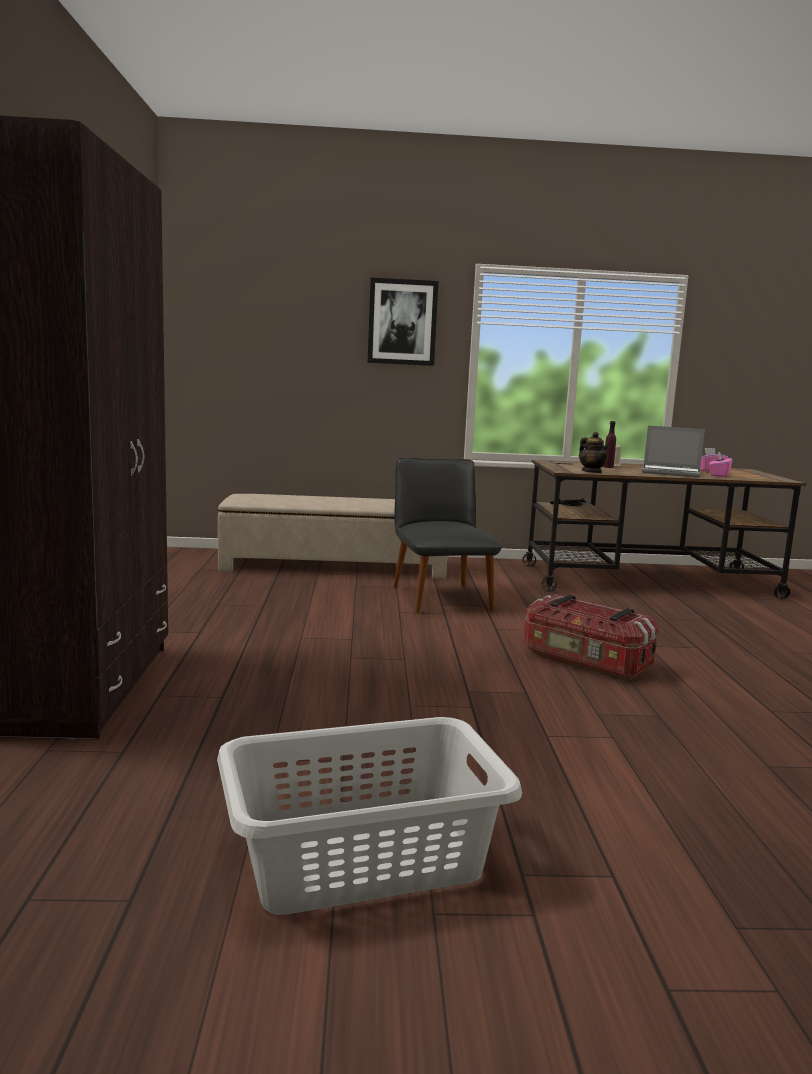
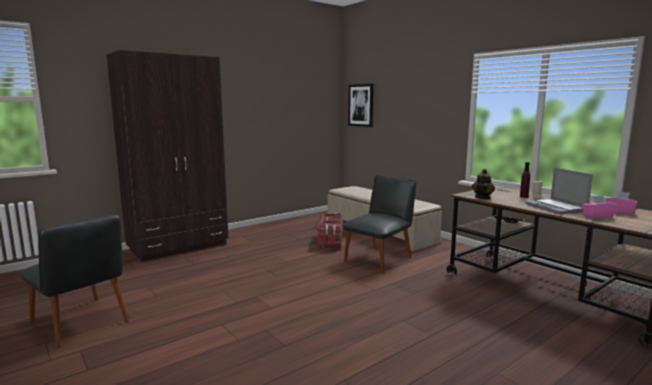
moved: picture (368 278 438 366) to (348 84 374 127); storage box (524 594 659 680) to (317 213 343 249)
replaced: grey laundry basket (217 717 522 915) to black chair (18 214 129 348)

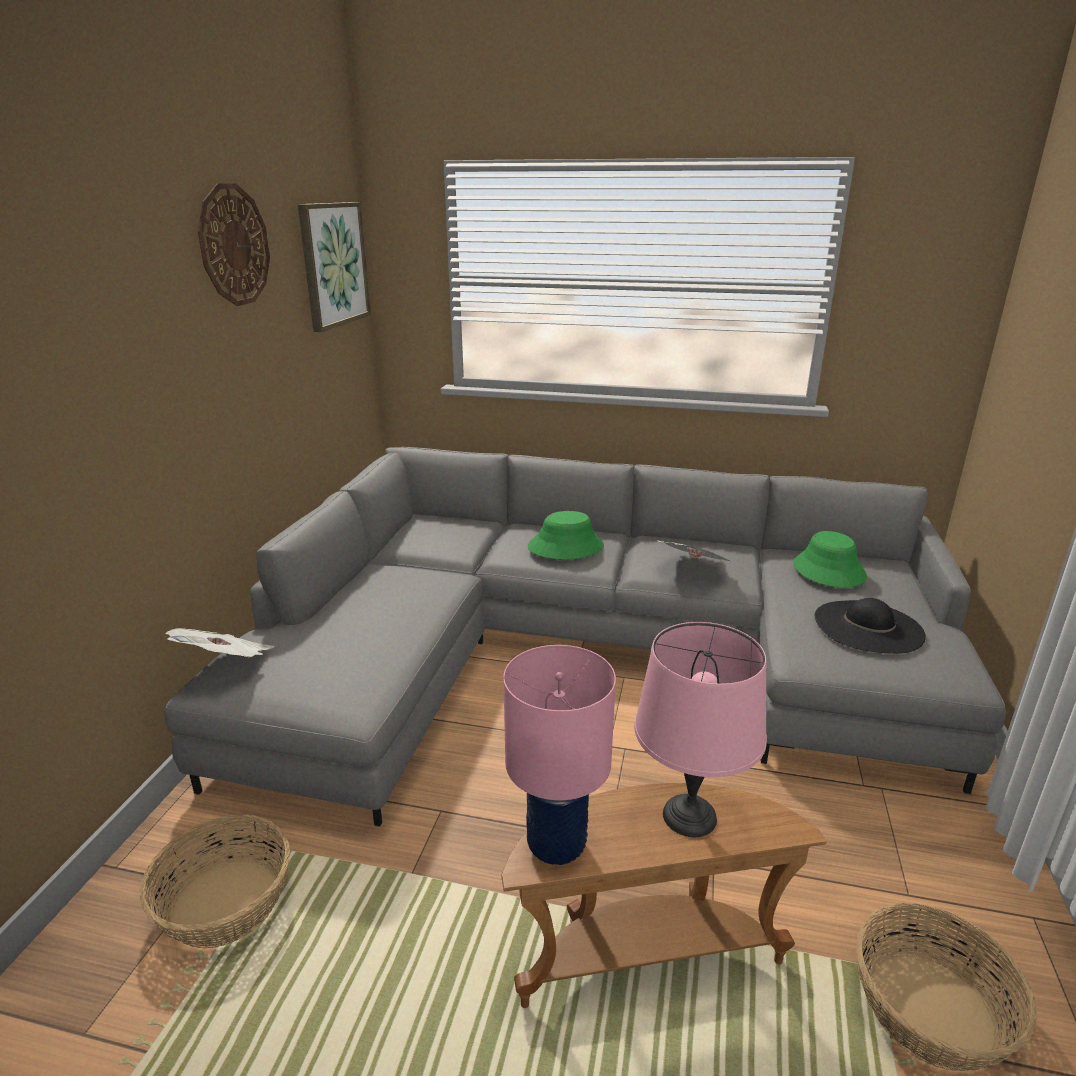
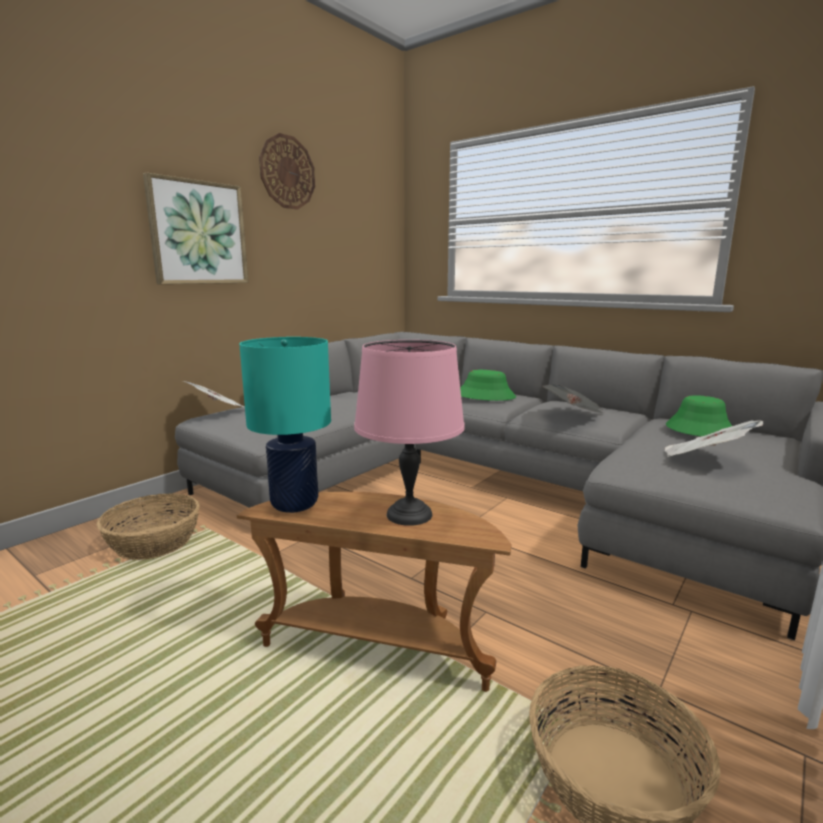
moved: picture (298 202 371 332) to (143 173 248 284)
replaced: black hat (815 598 926 654) to newspaper (665 420 763 457)
recoloured: pink table lamp (503 645 616 865) to turquoise table lamp (239 337 331 513)

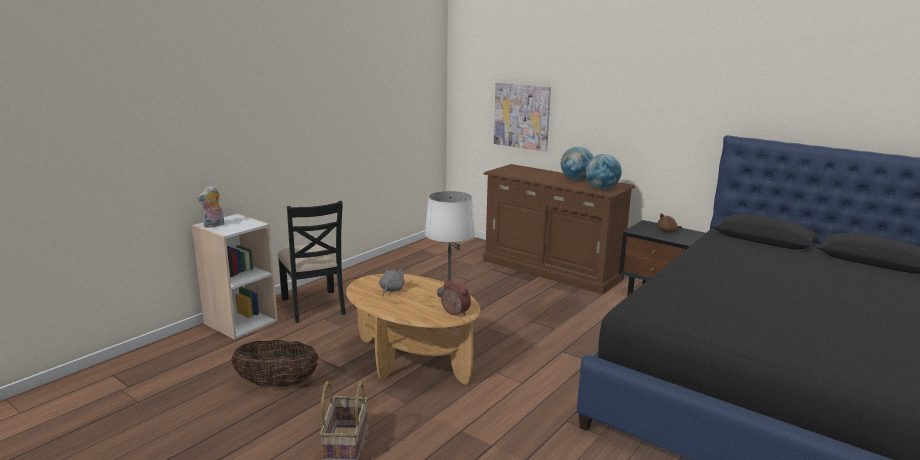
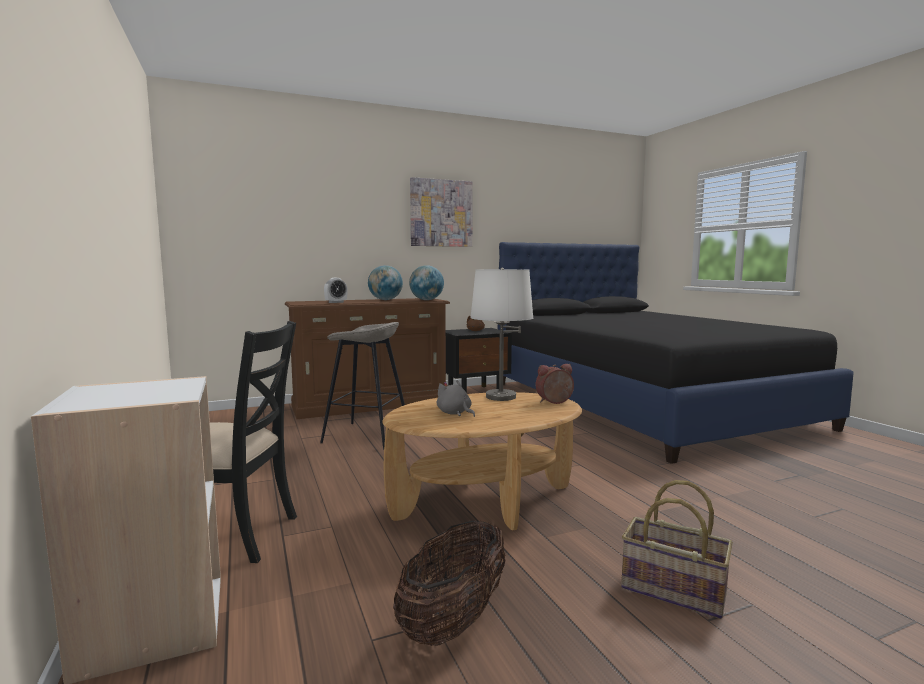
removed: plush toy (197 185 224 228)
added: grey stool (320 322 405 449); alarm clock (324 278 348 303)
moved: picture (494 83 551 152) to (410 177 473 247)

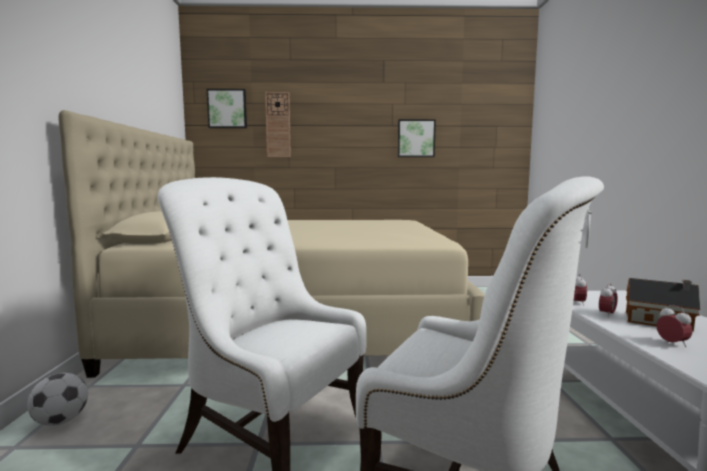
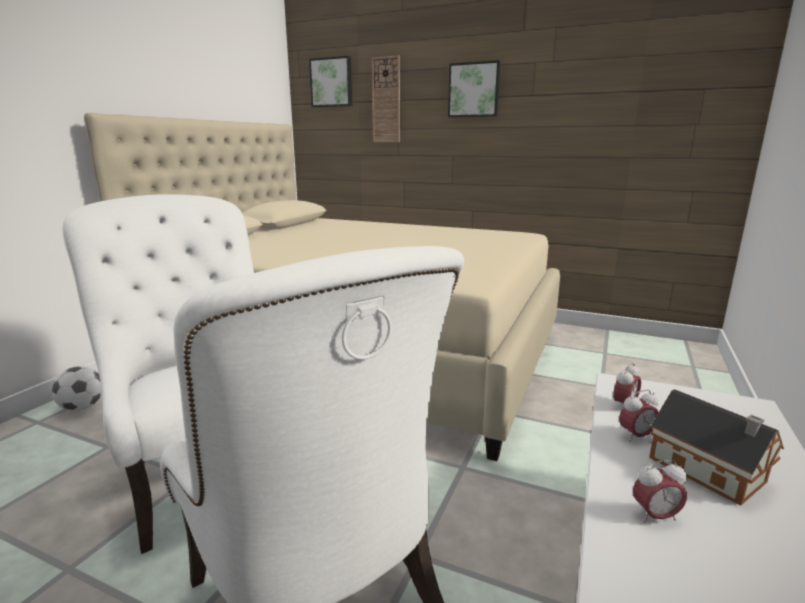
moved: picture (398 119 436 157) to (448 60 501 117)
turned: alarm clock (656 305 693 347) = (633 460 687 523) 75 degrees clockwise

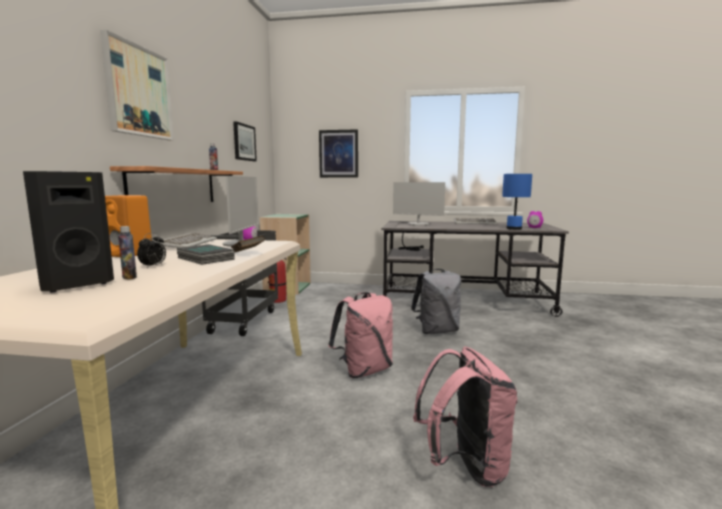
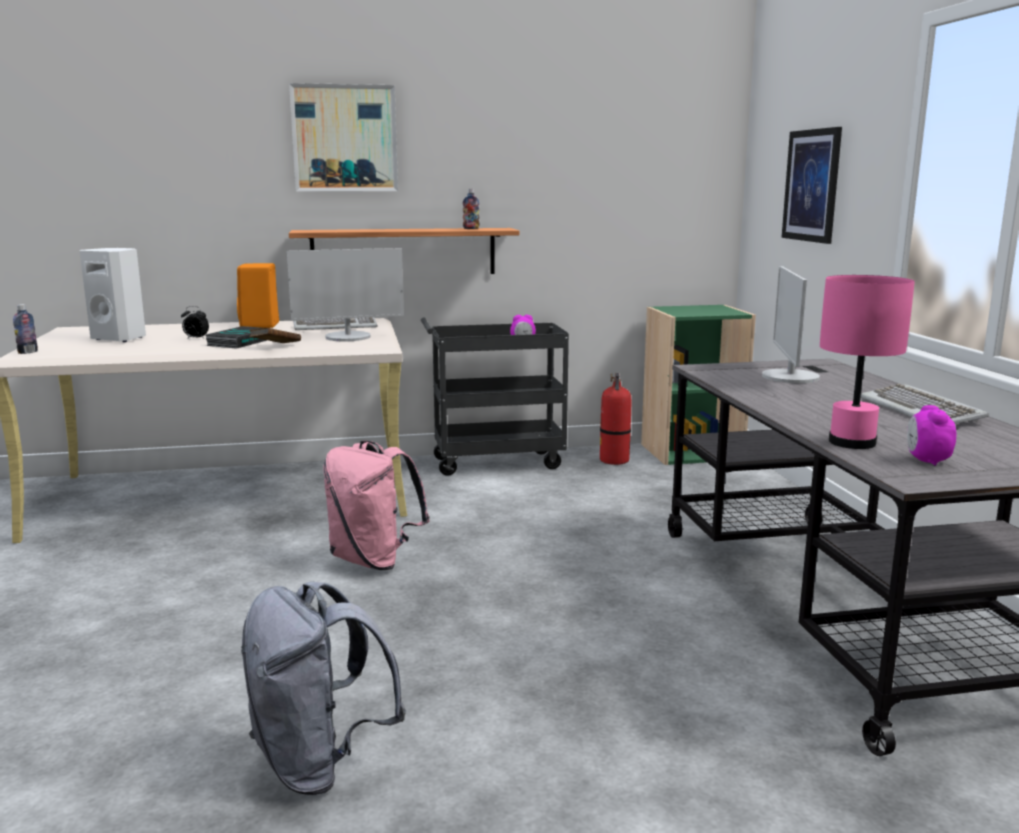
removed: picture (233 121 257 161); pink backpack (413 346 518 487)
moved: bottle (118 226 137 280) to (13 304 38 354); grey backpack (411 269 461 334) to (241 582 406 795)
recoloured: black speaker (23 171 114 293) to white speaker (80 248 146 342); blue table lamp (502 174 532 230) to pink table lamp (820 275 915 449)

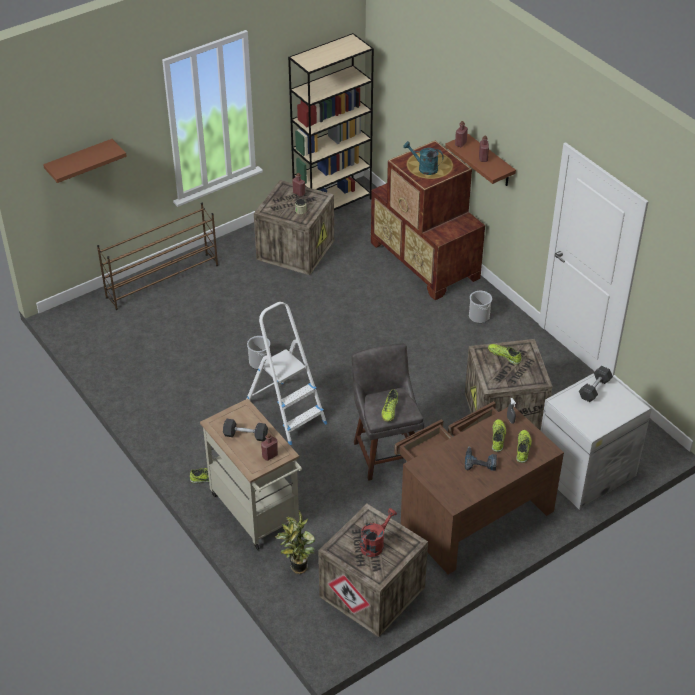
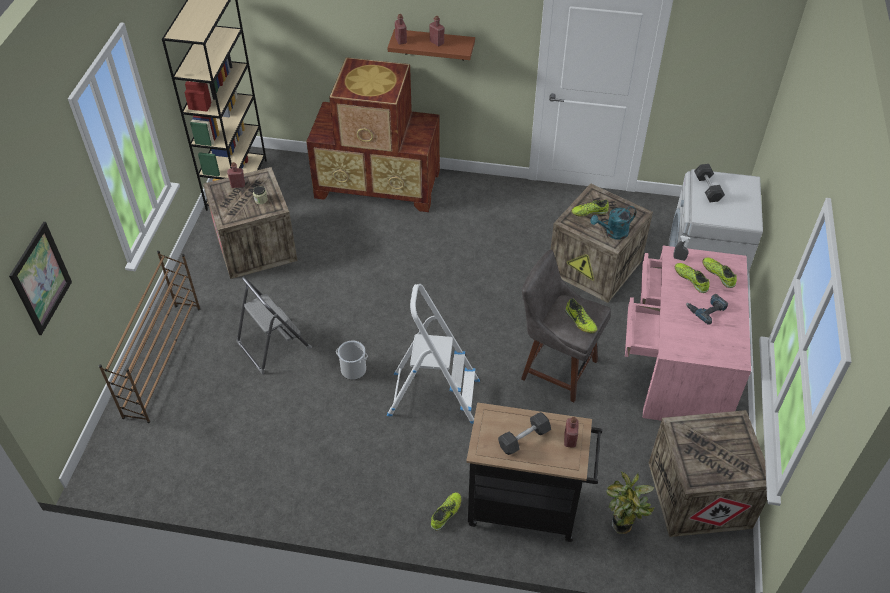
removed: red watering can (360 508 397 557); bucket (469 291 492 323)
added: grey step ladder (236 276 312 374)
moved: turquoise watering can (403 141 444 175) to (590 206 636 240)
replaced: brown shelf (43 139 127 183) to picture (9 222 72 335)
recoloured: beige cart (200 399 302 550) to black cart (466 402 602 542); brown desk (394 401 564 574) to pink desk (625 246 751 421)

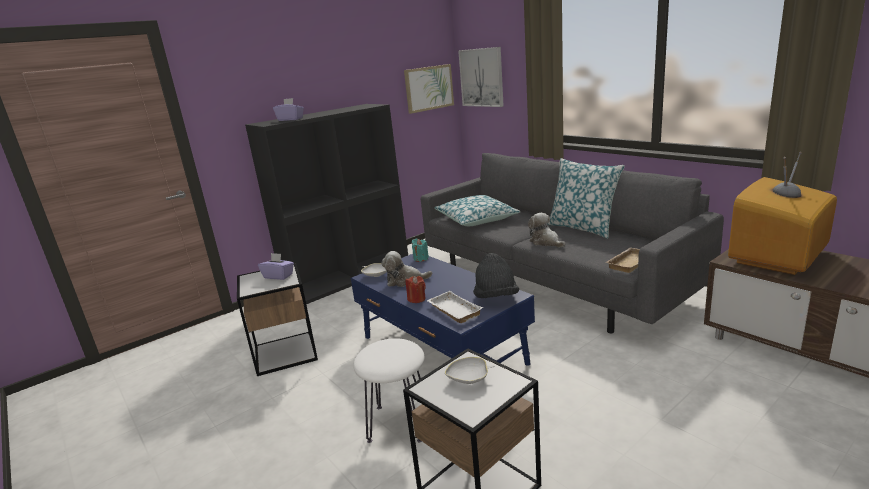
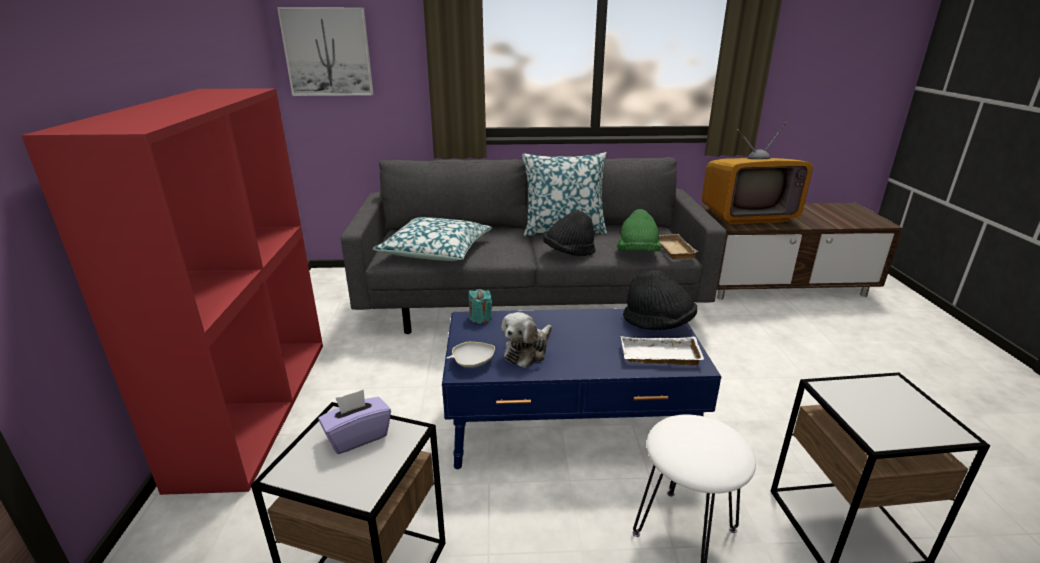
removed: purple tissue box (273 98 304 121); picture (404 64 454 114); red candle (406 276 426 303); white bowl (445 357 494 384)
added: green hat (617 209 662 251)
replaced: plush toy (528 213 565 247) to black hat (543 210 595 256)
recoloured: black bookcase (245 104 408 304) to red bookcase (21 88 323 495)
turned: television (728 152 837 275) = (702 122 813 224) 90 degrees counterclockwise

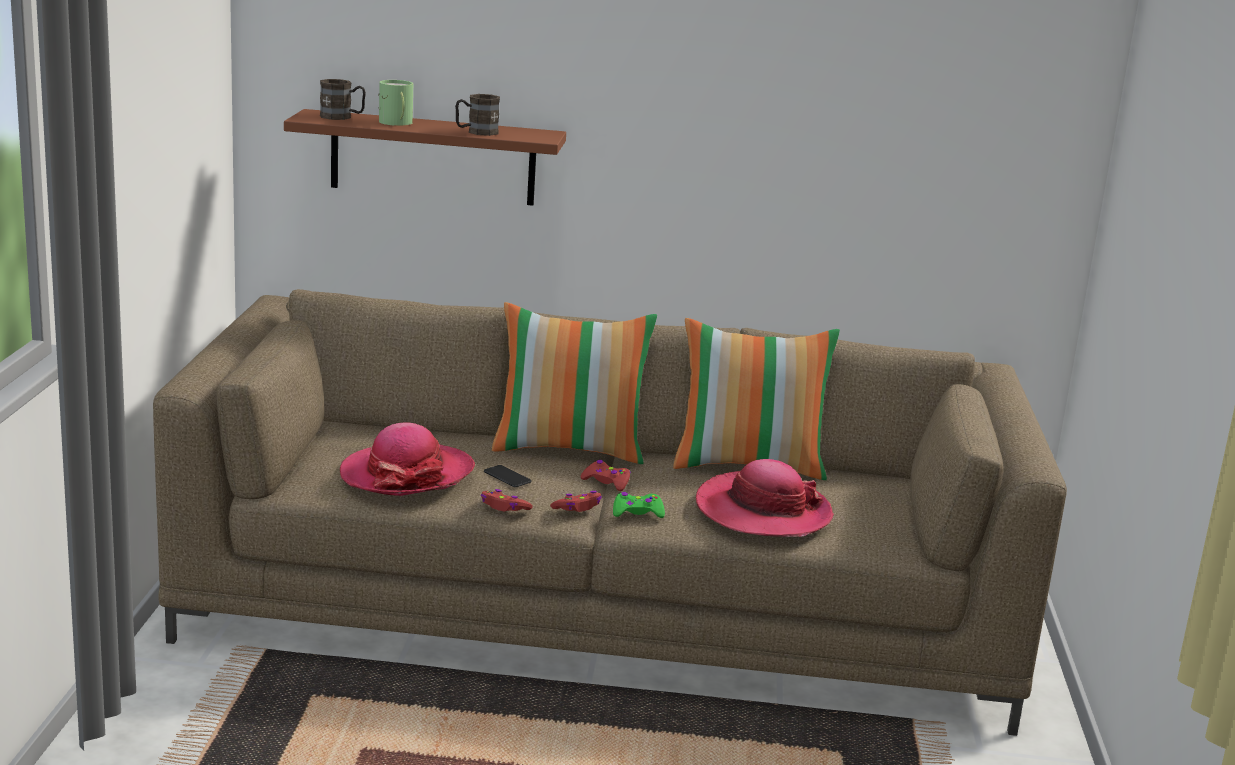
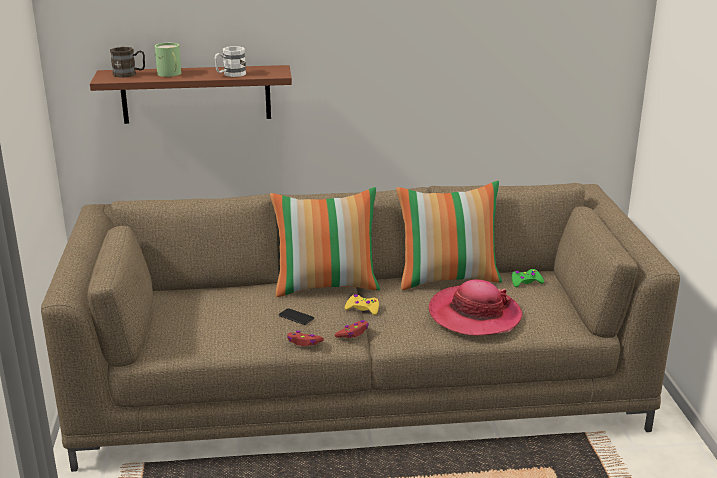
removed: hat (340 423 475 496)
moved: green game controller (613 492 665 518) to (512 269 544 287)
recoloured: brown mug (455 94 500 136) to white mug (214 46 246 77); red game controller (581 460 631 491) to yellow game controller (345 294 379 315)

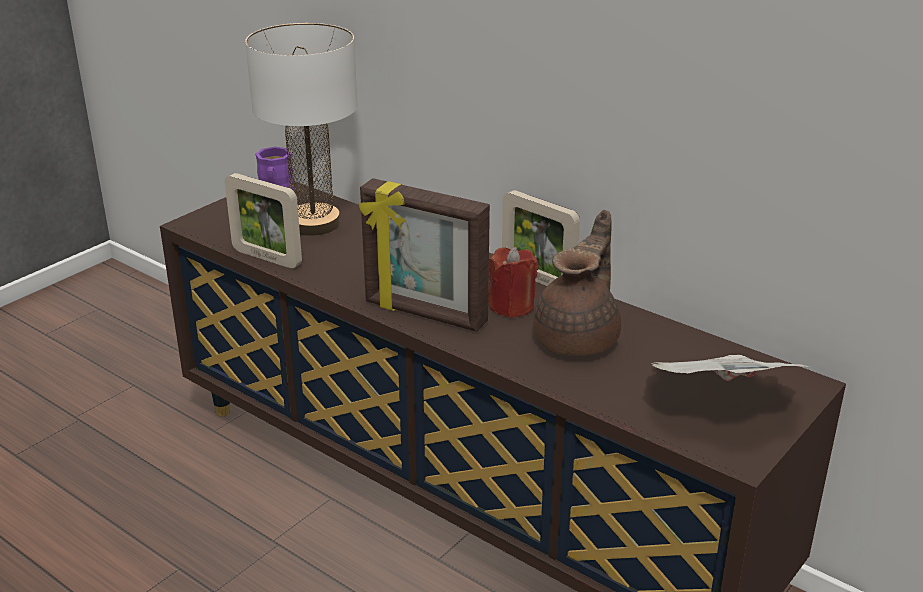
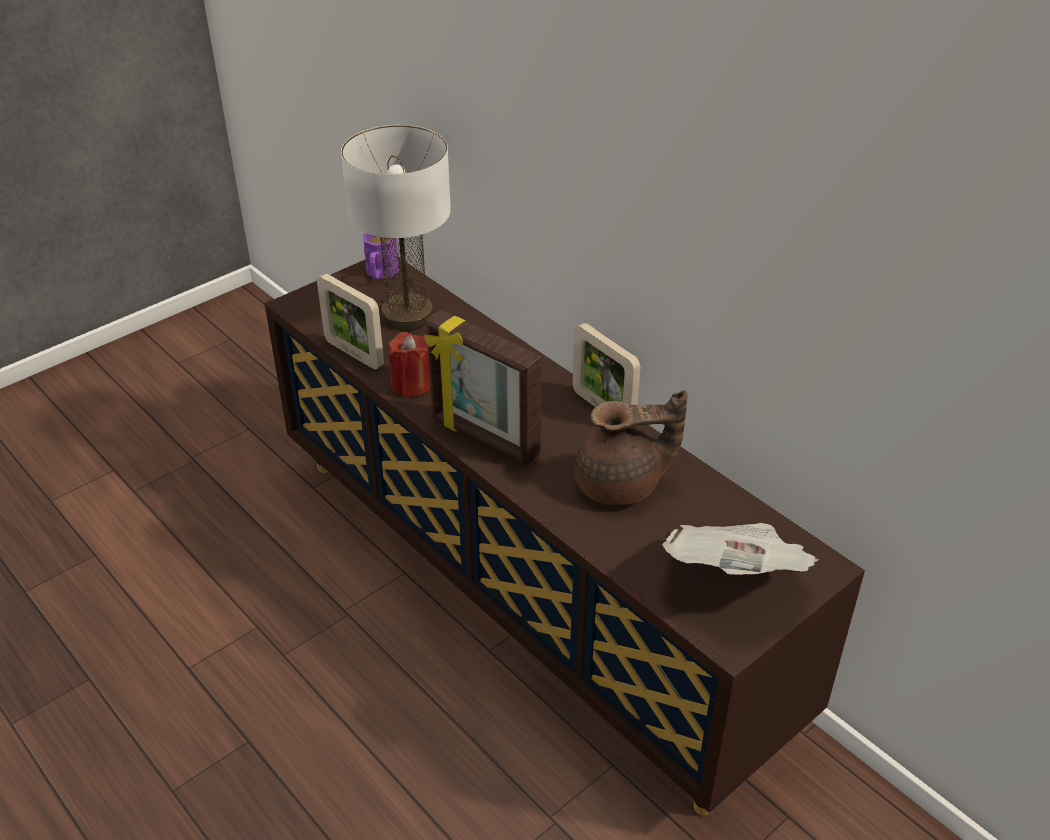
moved: red candle (488 247 538 318) to (388 332 430 397)
turned: brown teapot (533 210 621 356) = (575 390 687 505) 45 degrees clockwise

